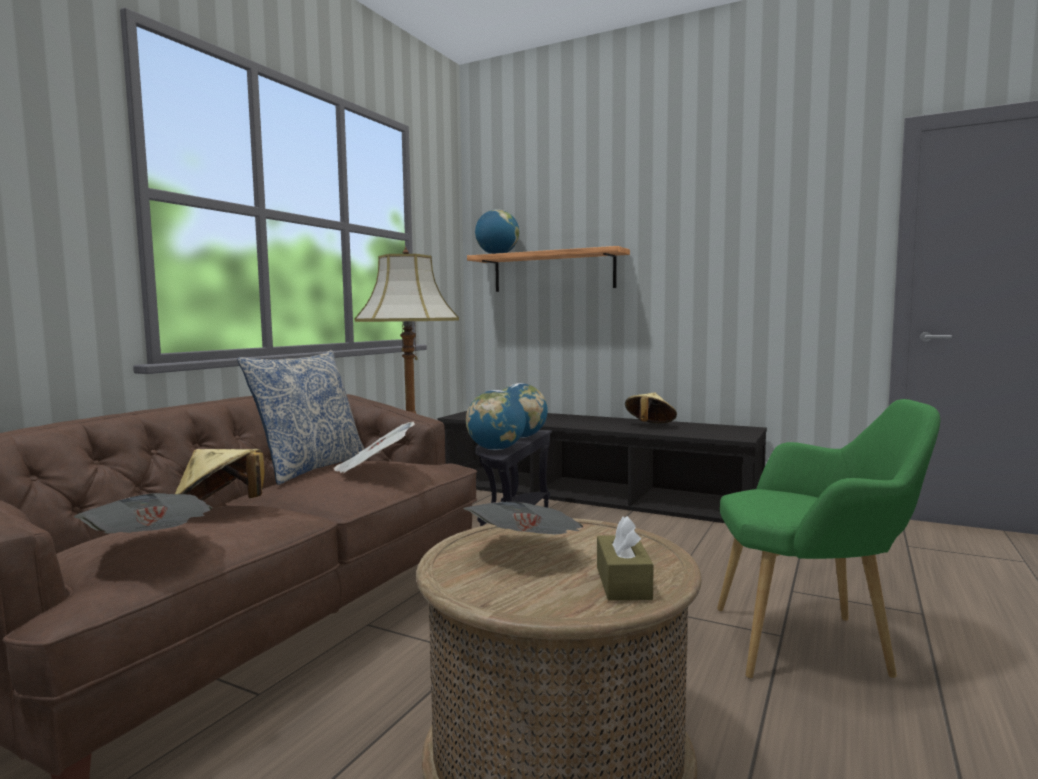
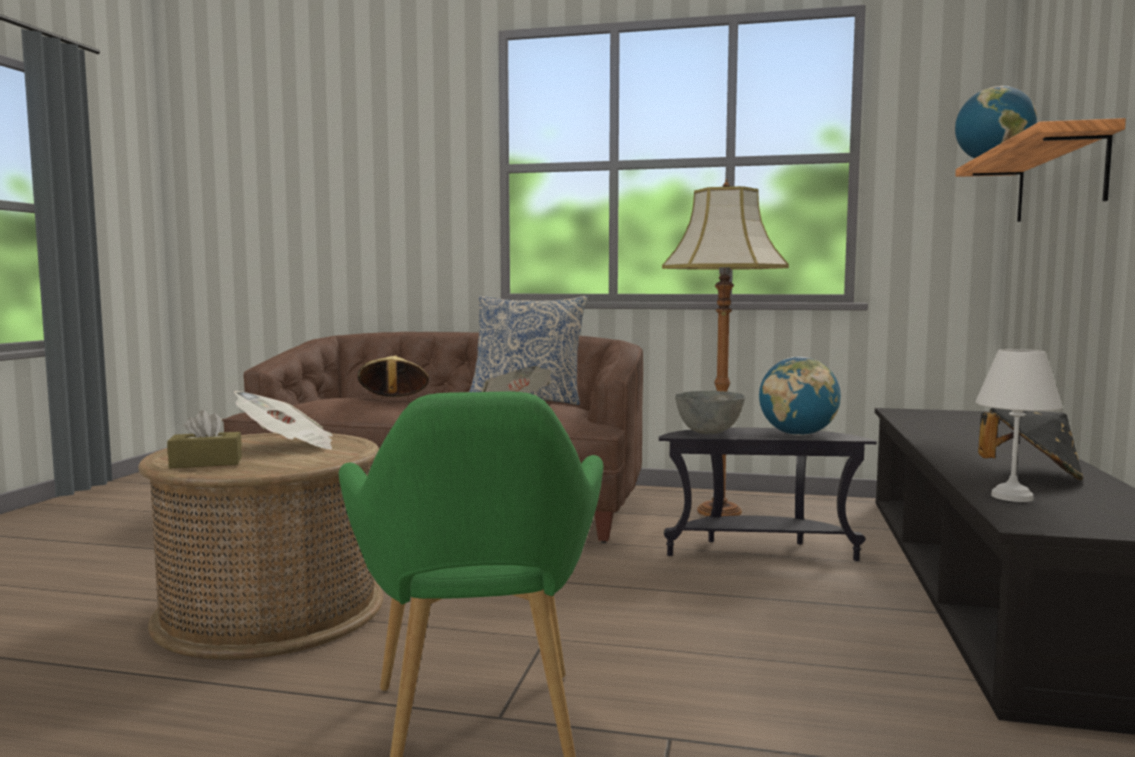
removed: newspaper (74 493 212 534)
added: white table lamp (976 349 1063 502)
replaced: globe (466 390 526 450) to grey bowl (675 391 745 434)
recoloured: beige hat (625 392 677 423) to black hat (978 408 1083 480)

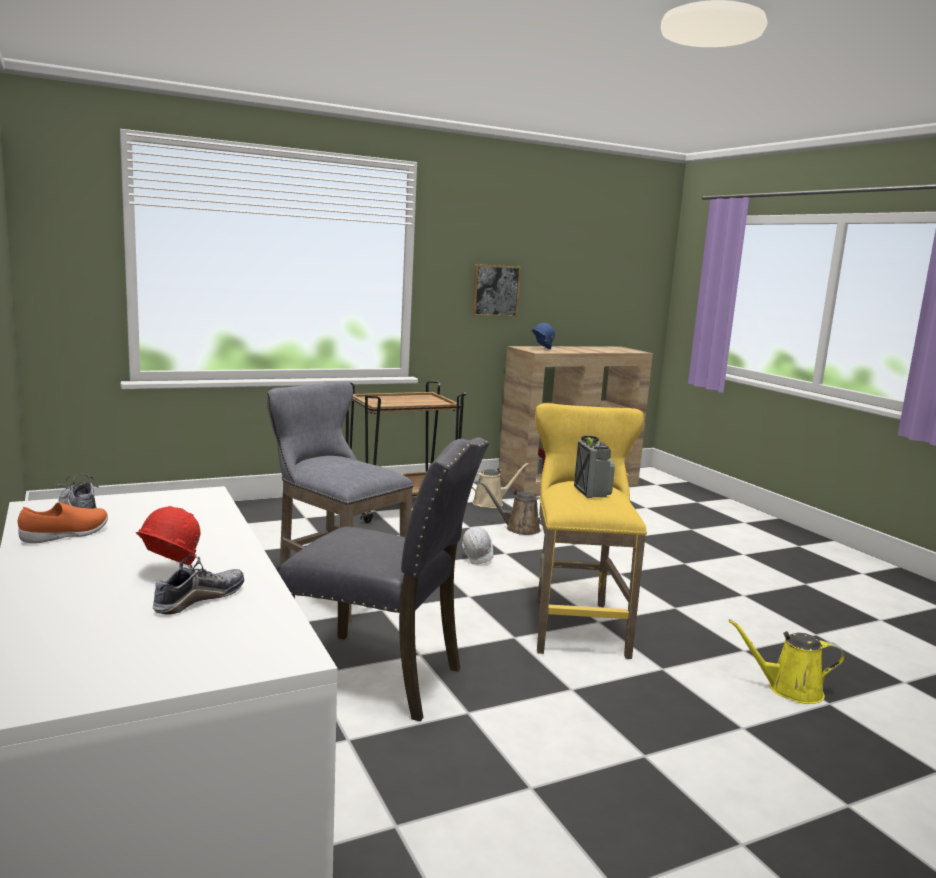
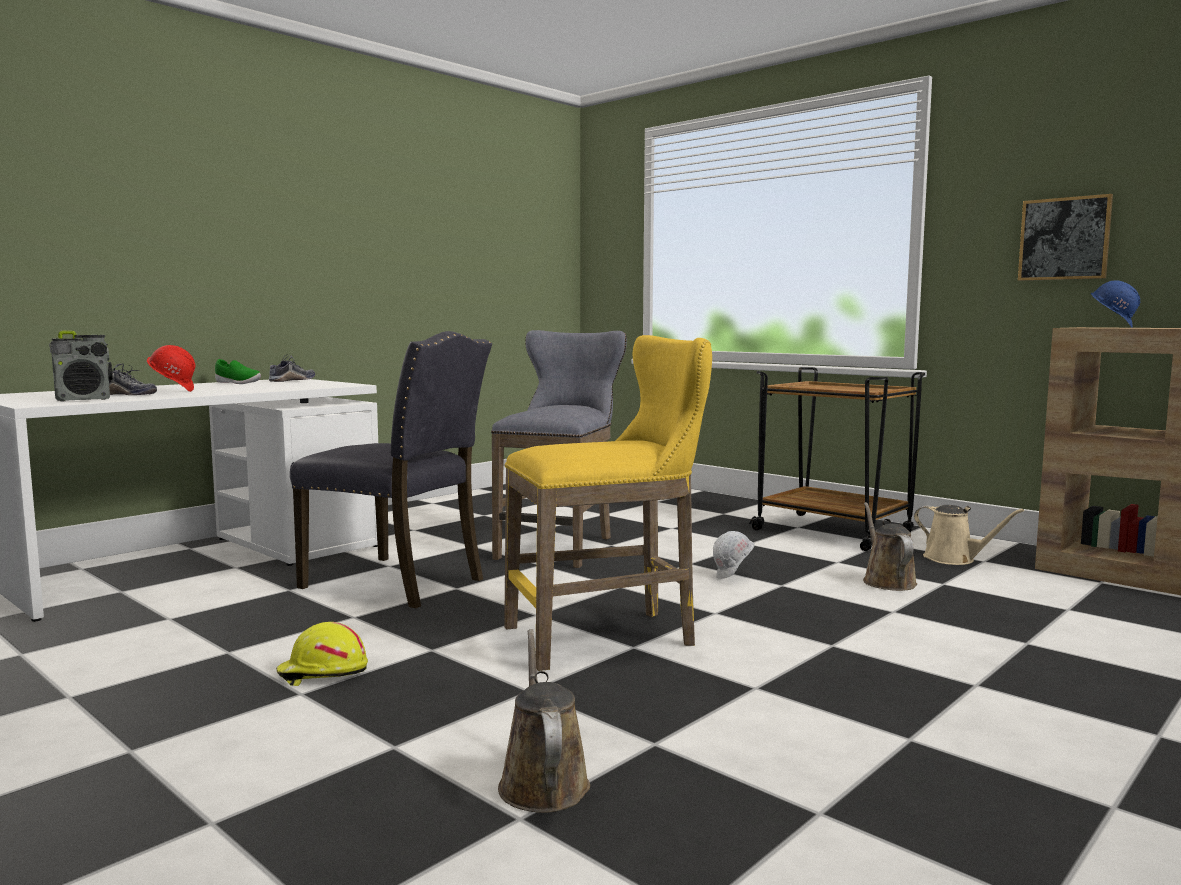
added: yellow hard hat (276 622 368 686)
moved: radio (574 436 615 498) to (49 331 112 401)
recoloured: orange shoe (18 502 108 544) to green shoe (215 359 261 384); yellow watering can (728 619 845 704) to brown watering can (498 629 590 813)
turned: grey chair (277 437 489 721) = (290 331 492 608) 60 degrees counterclockwise

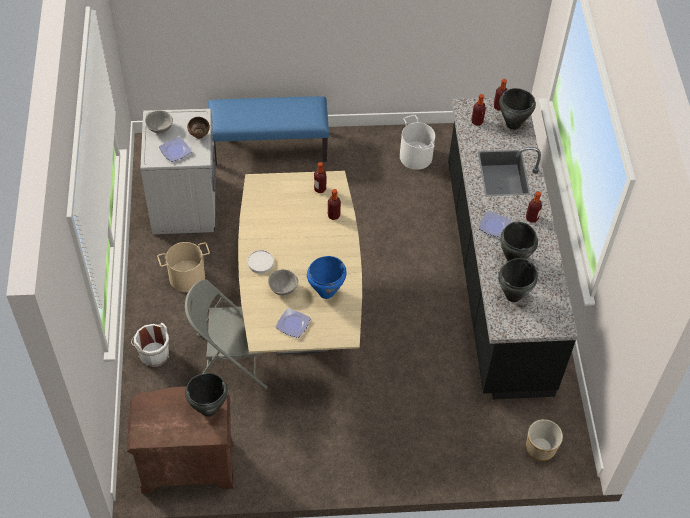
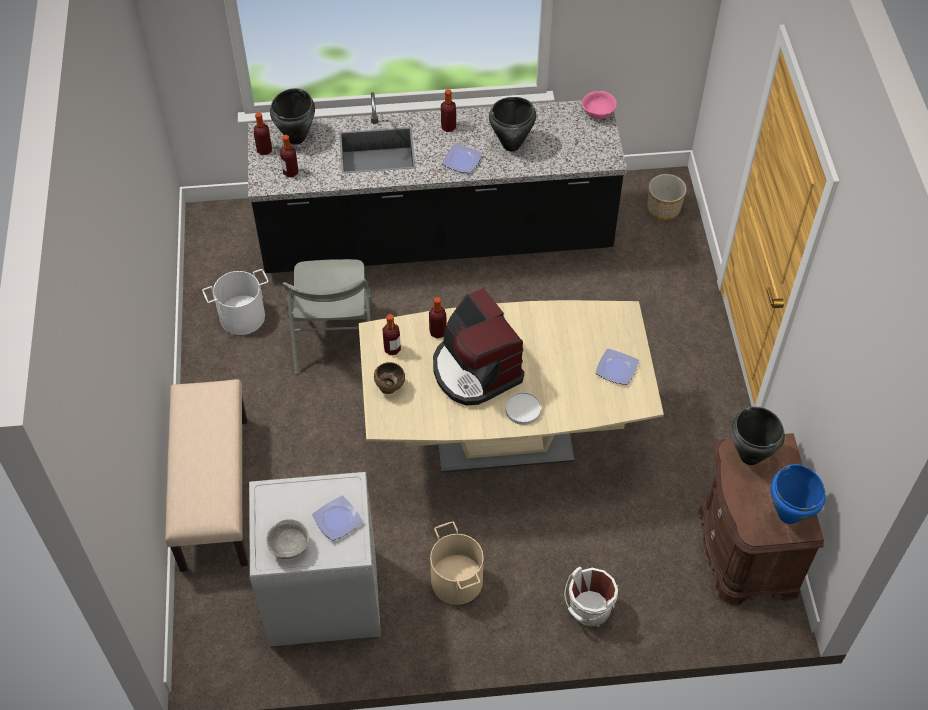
removed: grey bowl (268 269 298 296); black cooking pot (498 258 538 302)
added: coffee machine (433 288 524 406); pink bowl (582 91 617 119)
moved: grey chair (185 279 267 389) to (282 259 374 374); brown bowl (187 117 210 139) to (374 362 405 394); blue cooking pot (307 256 347 299) to (770 464 826 524)
recoloured: blue bench (208 96 329 165) to beige bench (165 379 248 572)

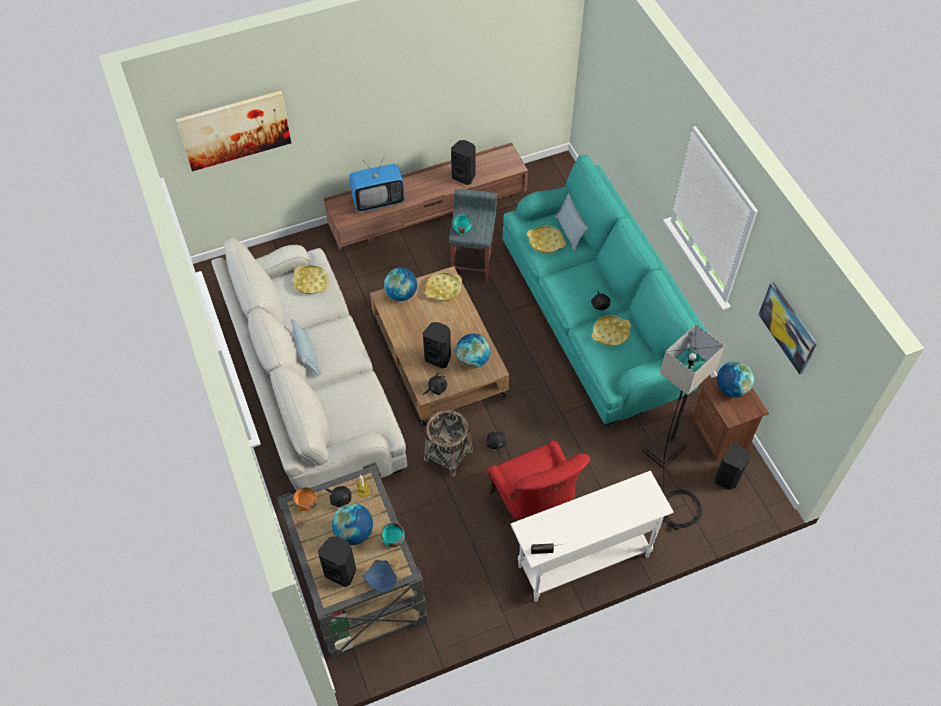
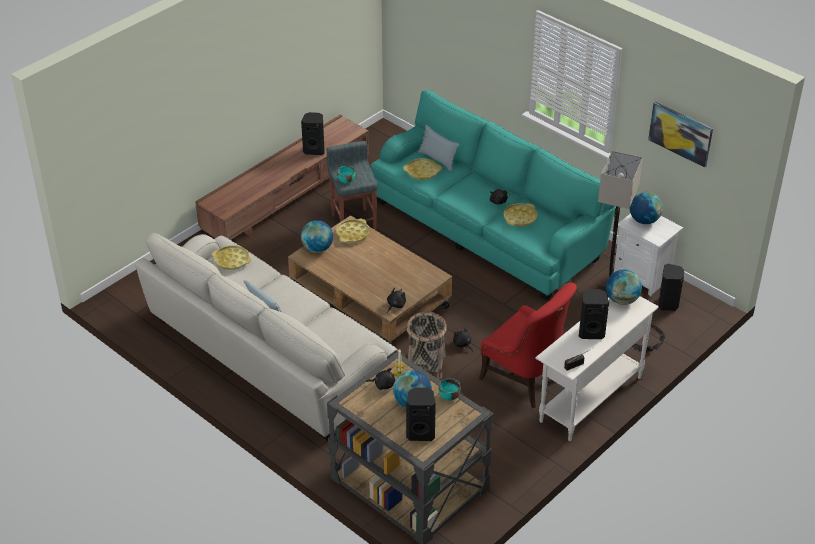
removed: picture (176 91 291 171); orange bowl (293 487 317 511); television (349 155 405 212); blue bowl (363 560 397 593)
moved: black speaker (423 322 451 369) to (579 289 609 339); globe (456 334 490 368) to (606 269 642 305)
recoloured: brown nightstand (691 376 769 462) to white nightstand (614 214 683 296)

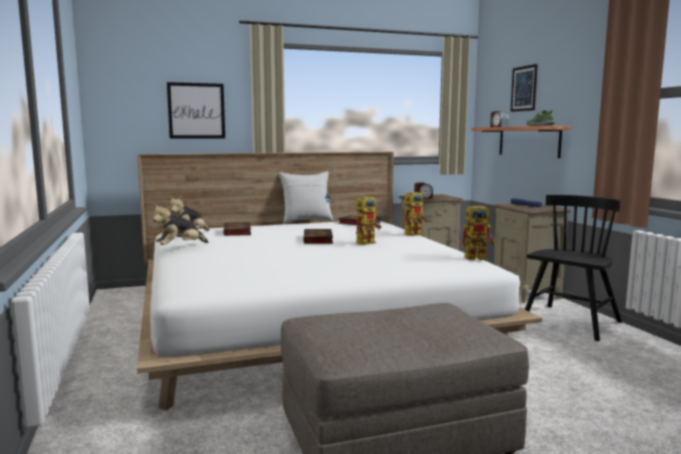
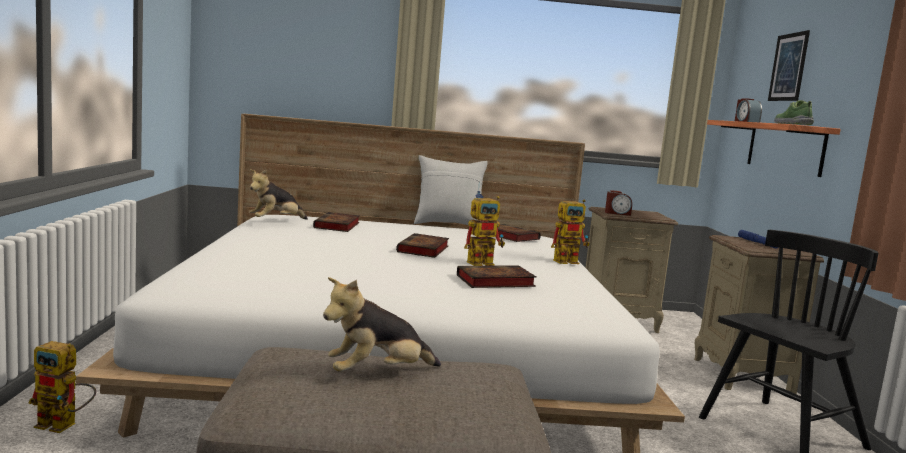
removed: picture (167 82 225 139)
added: book (457 265 537 288)
moved: plush toy (152 203 209 245) to (323 277 441 372); toy robot (460 204 495 260) to (28 341 96 433)

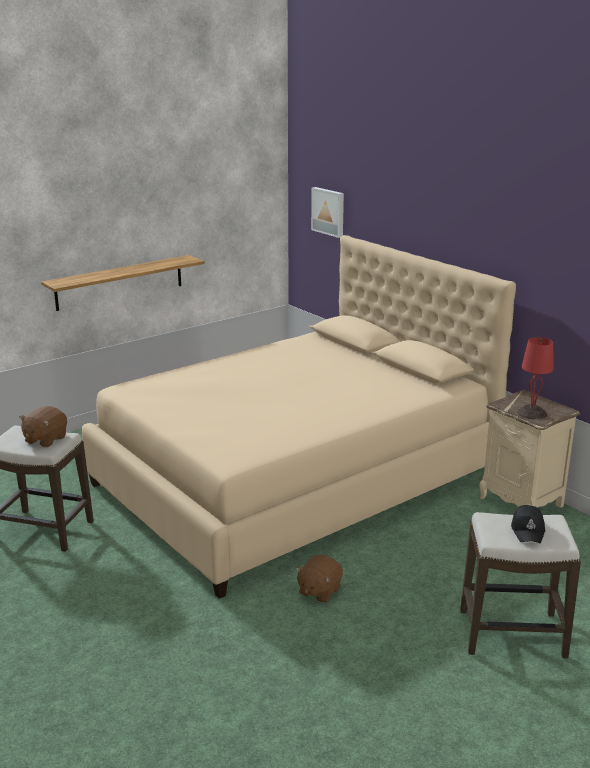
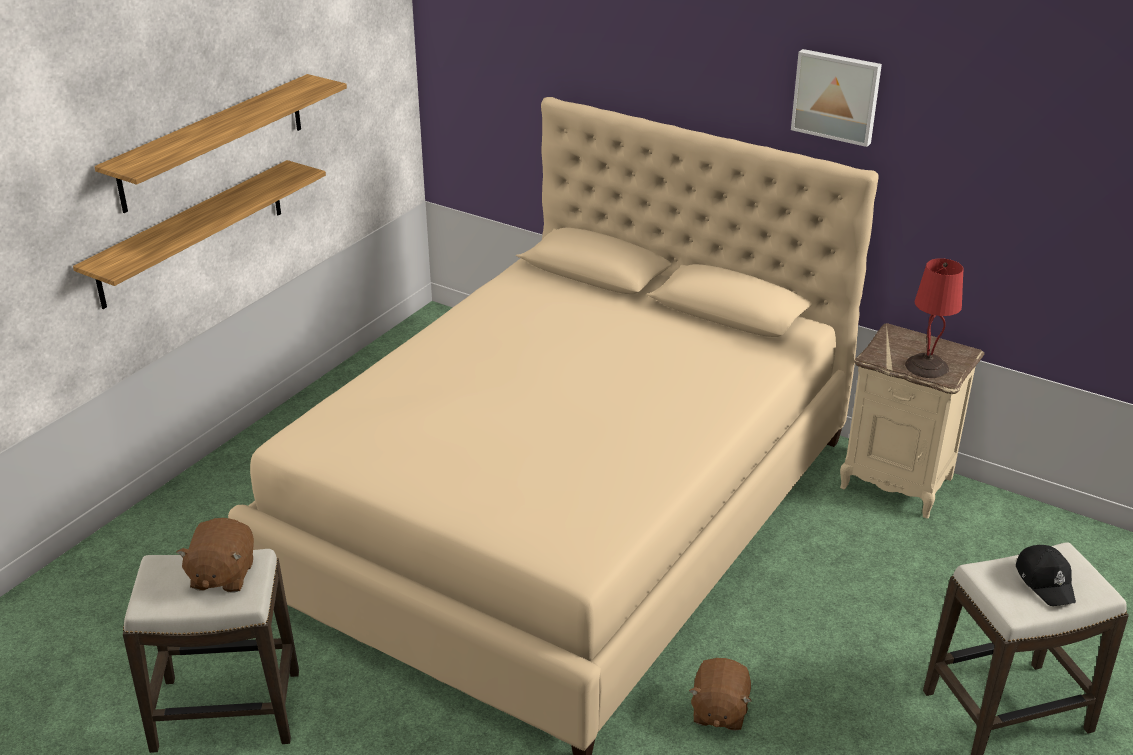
added: shelf (94 74 347 213)
moved: picture (311 187 344 238) to (791 49 882 147)

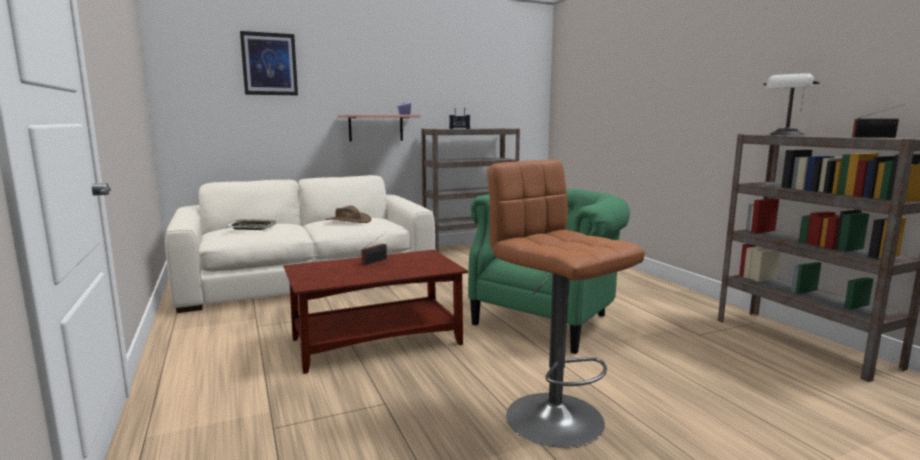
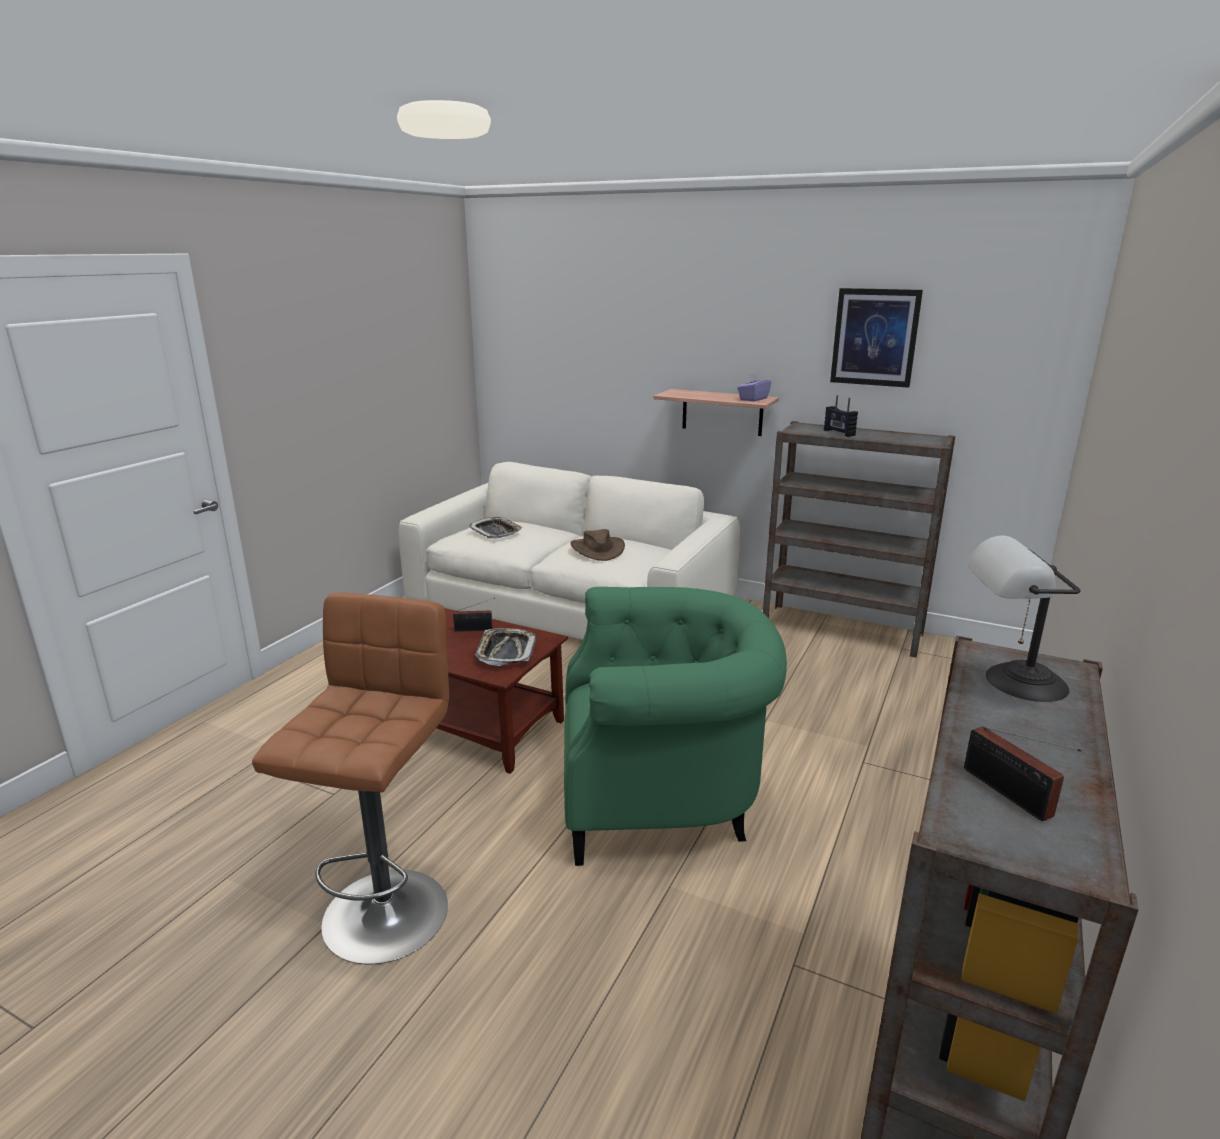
added: tray (475 628 536 666)
moved: picture (240 31 298 96) to (830 288 923 388)

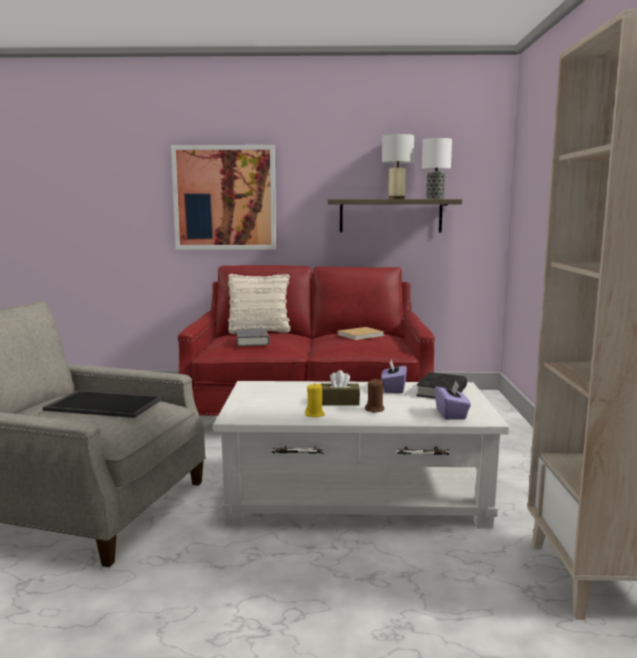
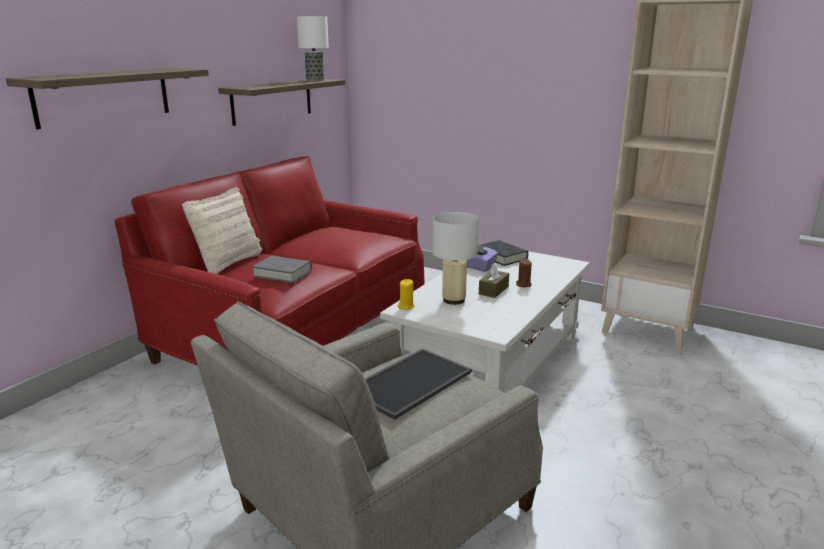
removed: beige book (337 327 384 340); purple tissue box (435 381 471 420)
moved: yellow candle (305 383 325 417) to (398 279 415 310); white table lamp (382 134 414 199) to (433 212 479 305)
replaced: picture (171 145 276 250) to shelf (6 68 209 129)

